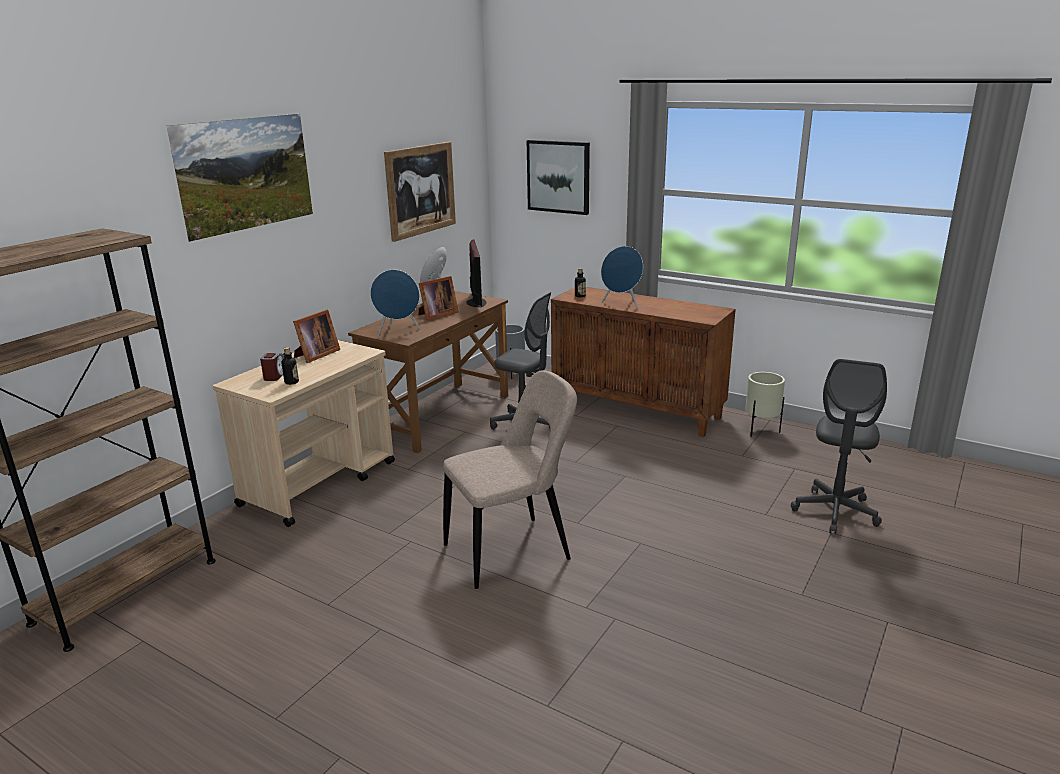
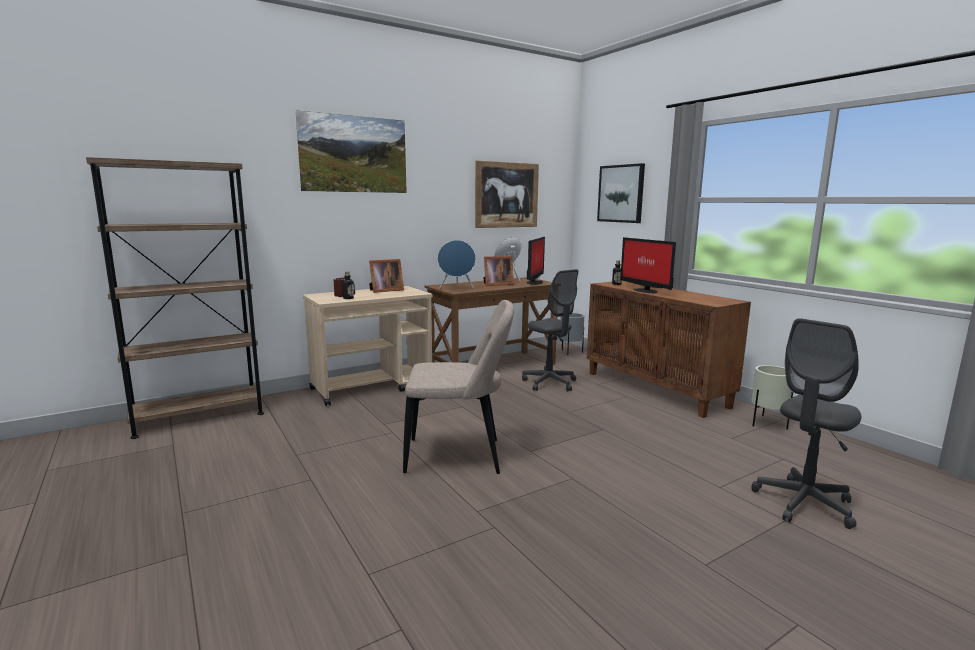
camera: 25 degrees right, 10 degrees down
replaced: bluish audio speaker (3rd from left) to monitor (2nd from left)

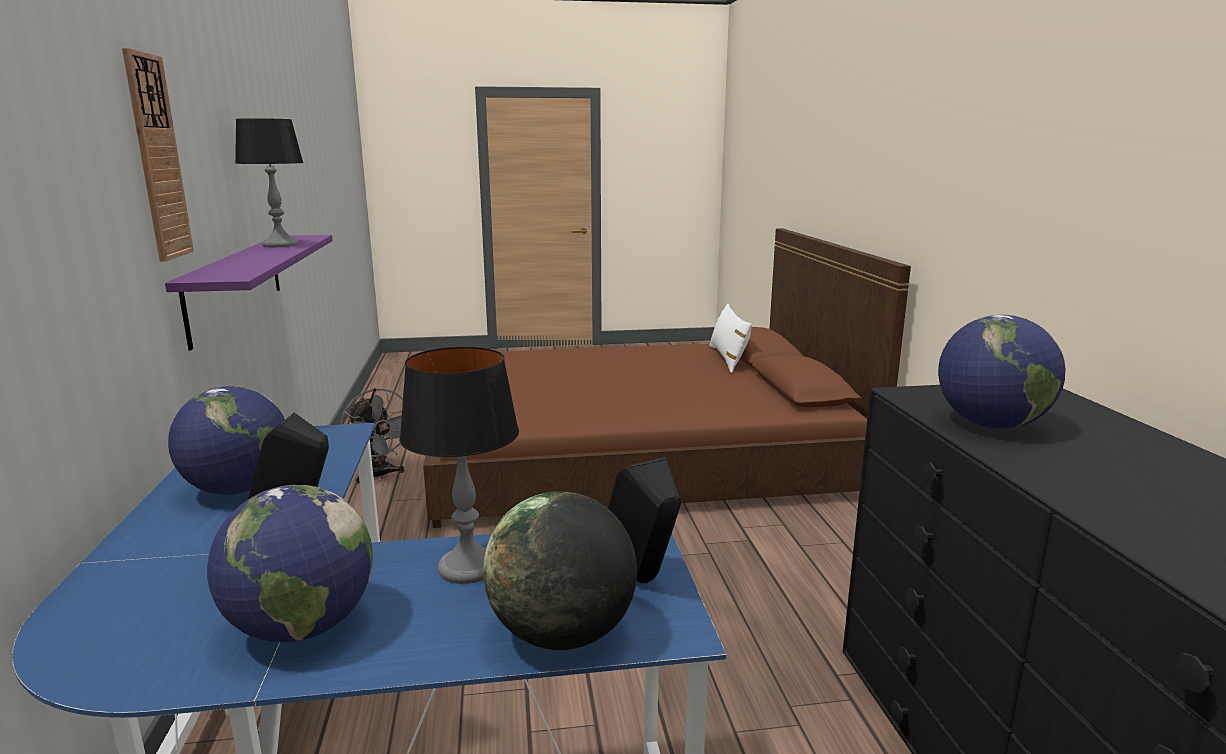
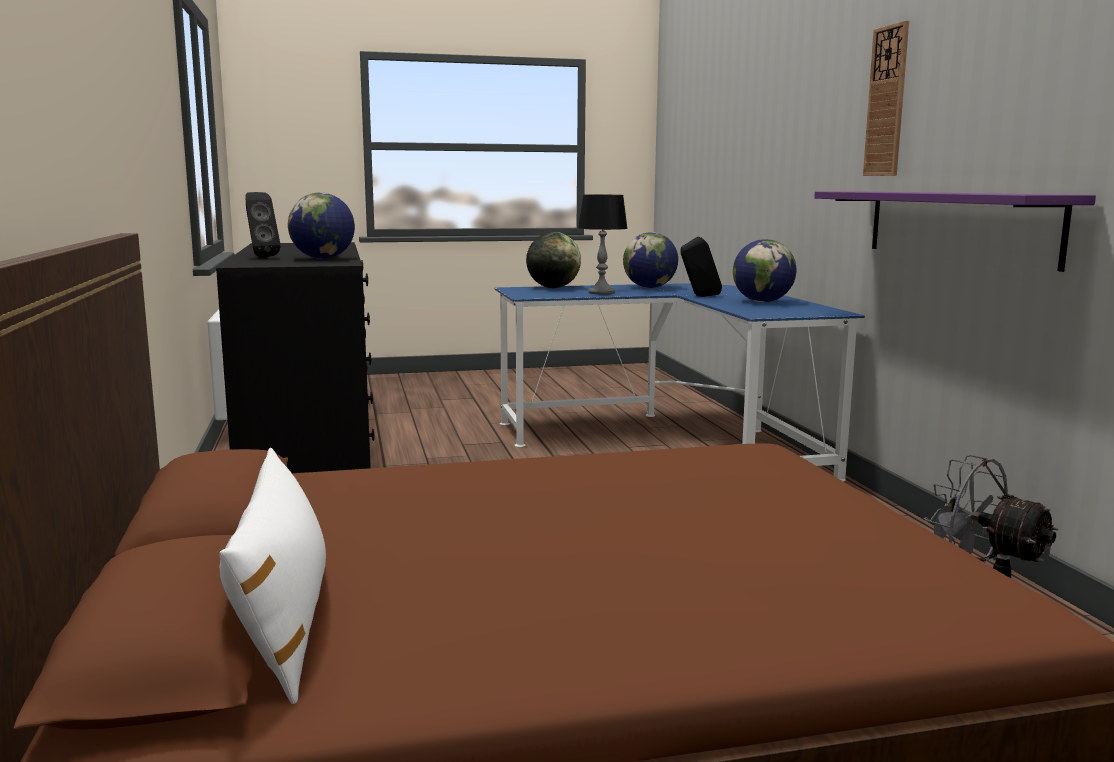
camera: 175 degrees right, 5 degrees down
removed: tabletop lamp (1st from left)
moved: black audio speaker (2nd from left in the first image) to black audio speaker (1st from left)

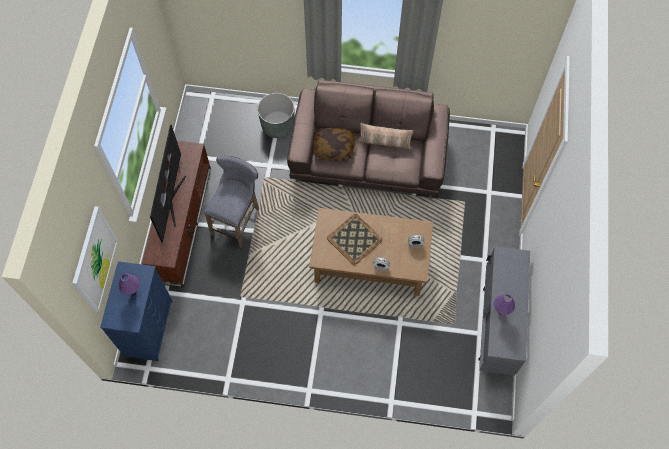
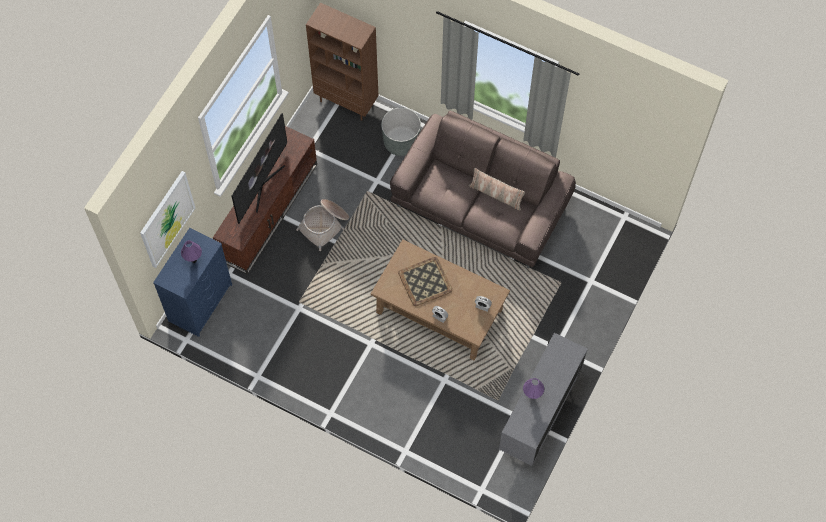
camera: 20 degrees right, 0 degrees up
removed: cushion (1st from left)
added: brownish bookcase
replaced: greyish stool seat to storage basket

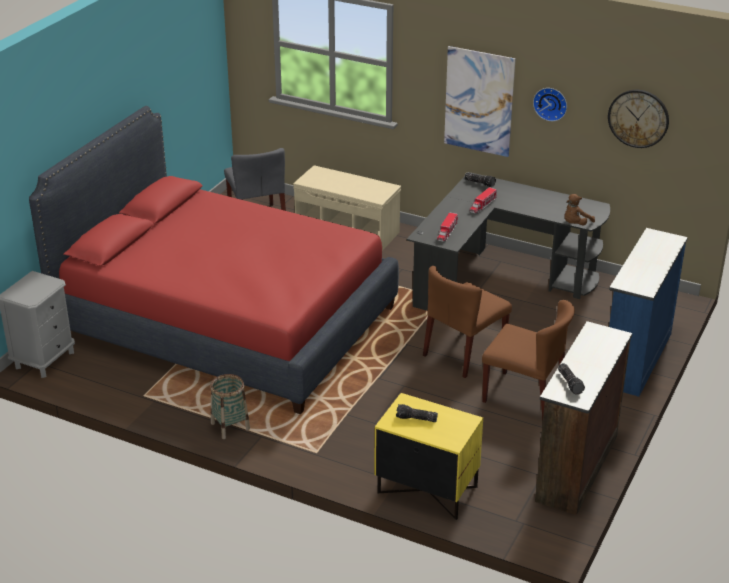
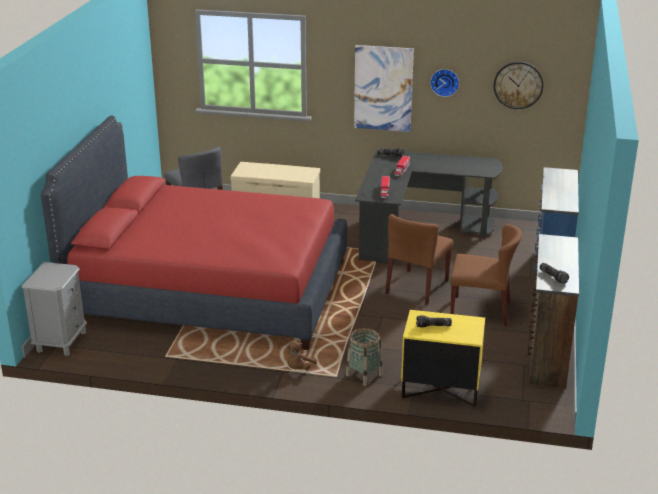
camera: 15 degrees left, 5 degrees down
moved: brownish soft toy; storage basket

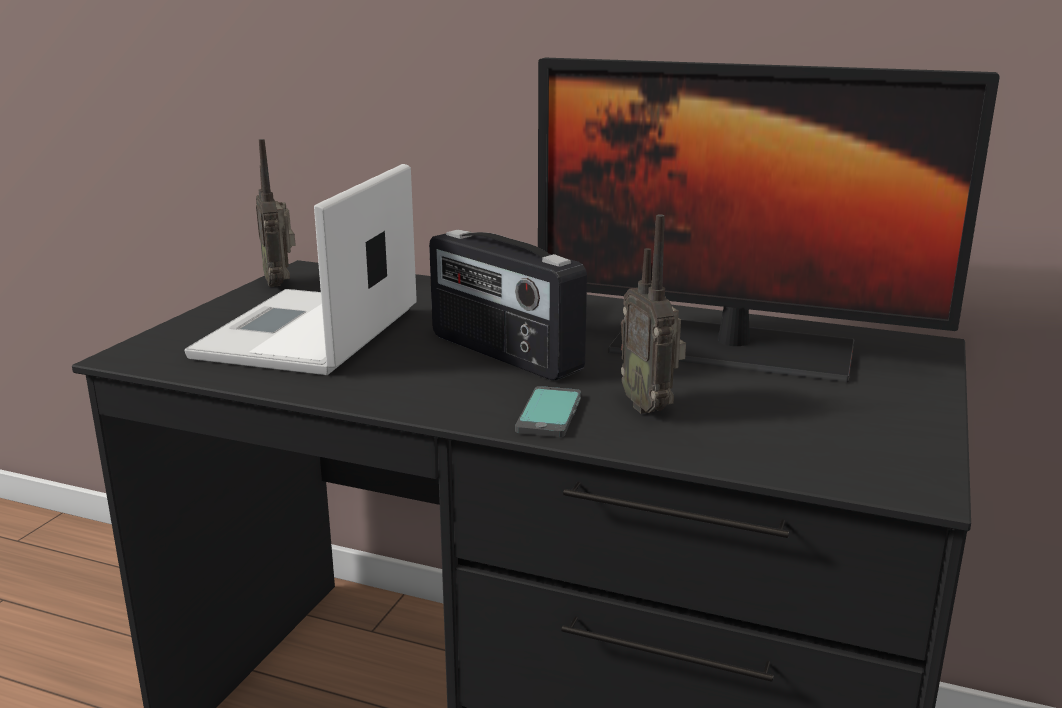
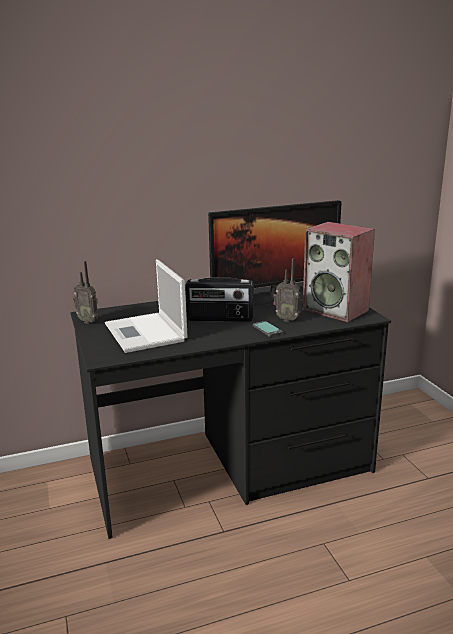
camera: 40 degrees left, 0 degrees up
added: audio speaker

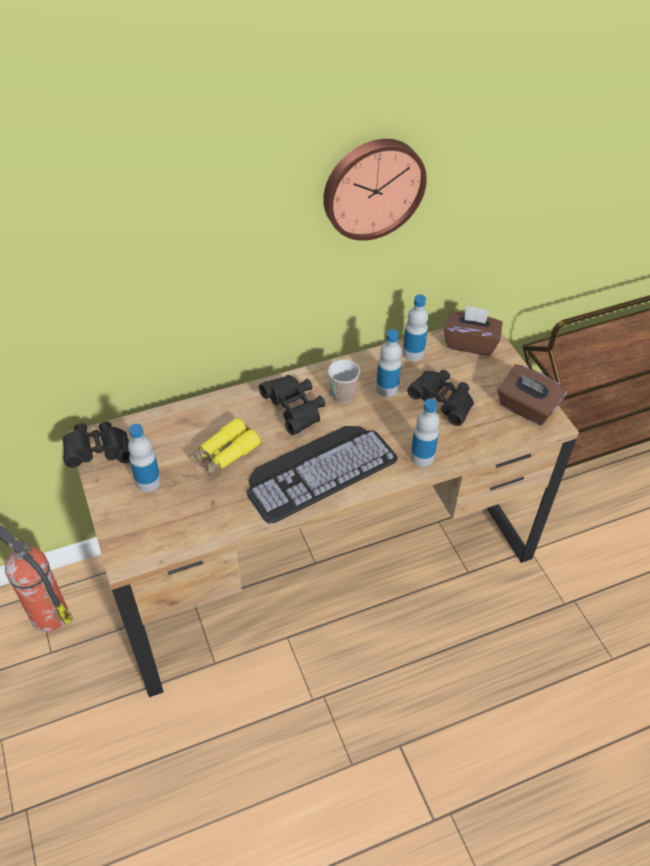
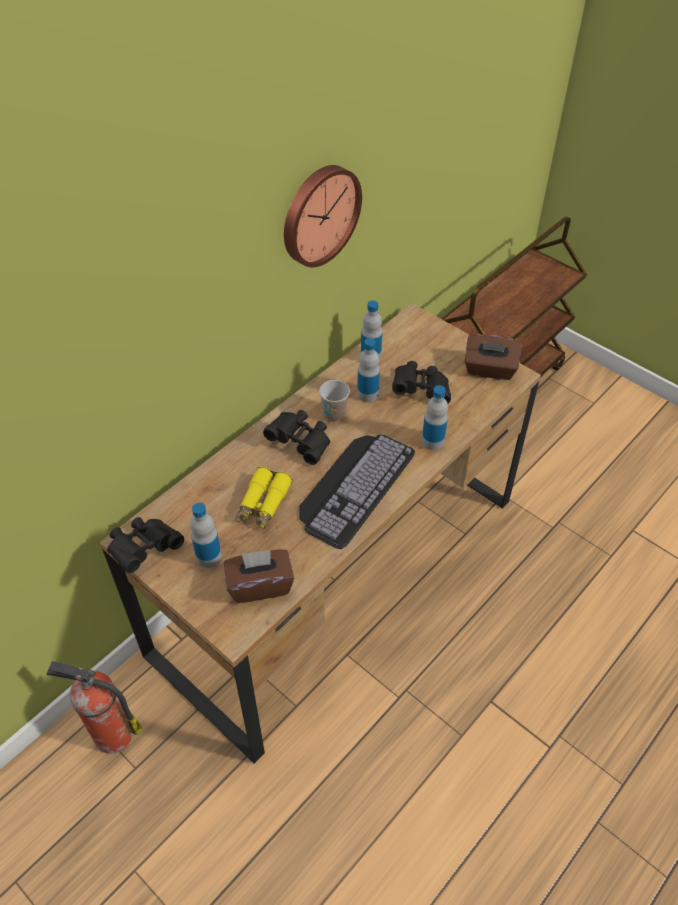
camera: 25 degrees left, 0 degrees up
moved: brownish box of tissues (1st from left)

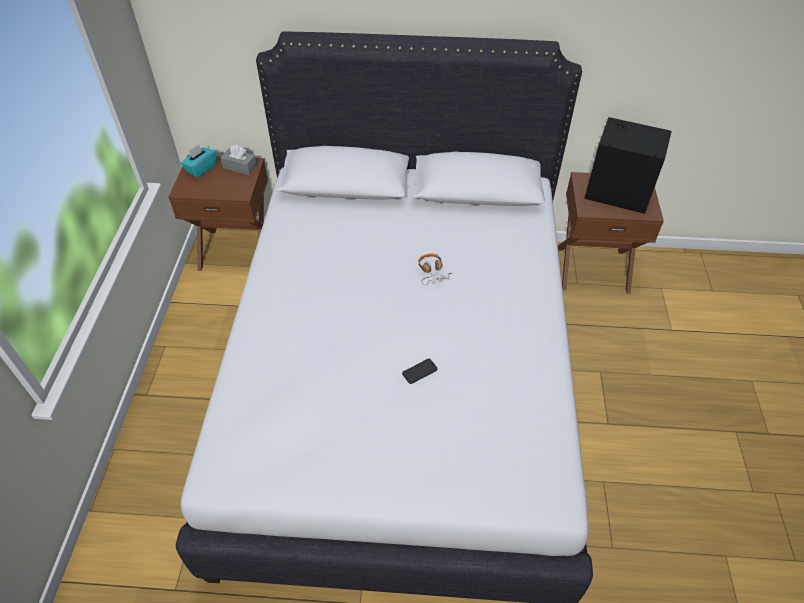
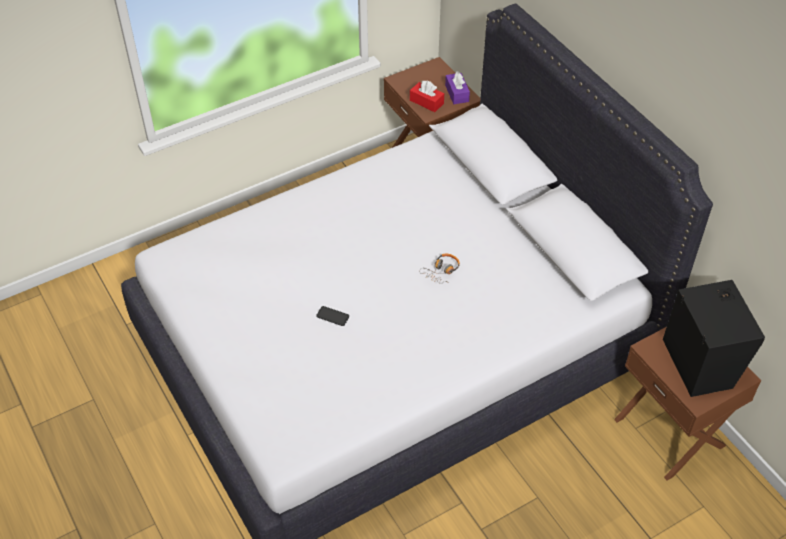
camera: 55 degrees right, 0 degrees up
removed: turquoise box of tissues
added: red-coloured box of tissues
recoloured: greyish box of tissues to purple box of tissues

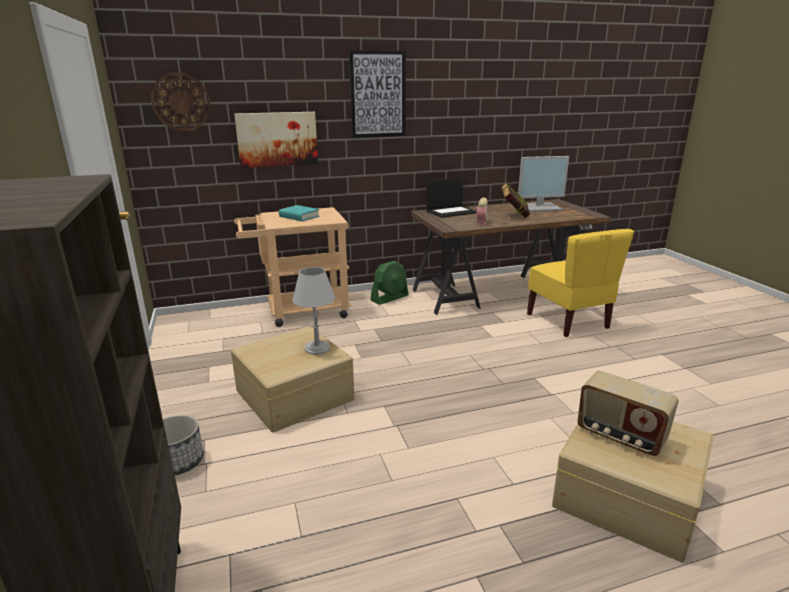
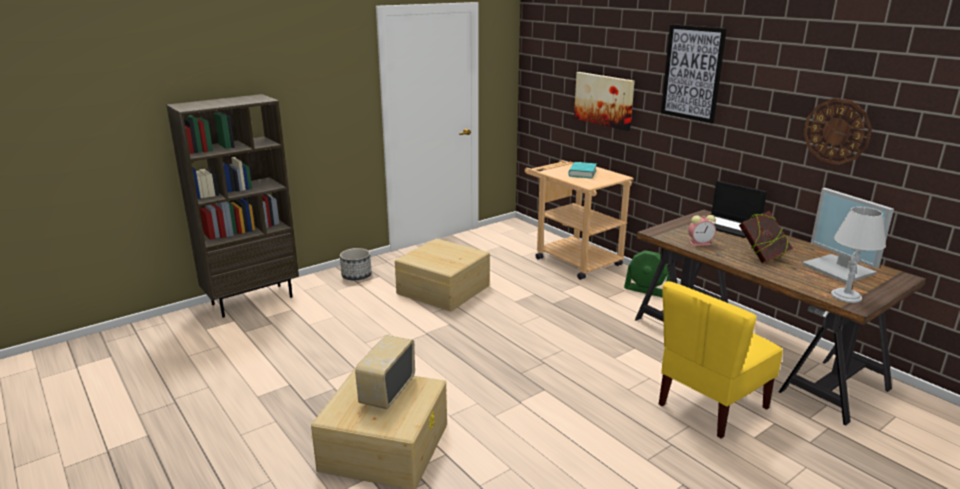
camera: 70 degrees right, 0 degrees up
moved: clock on the wall; greyish tabletop lamp

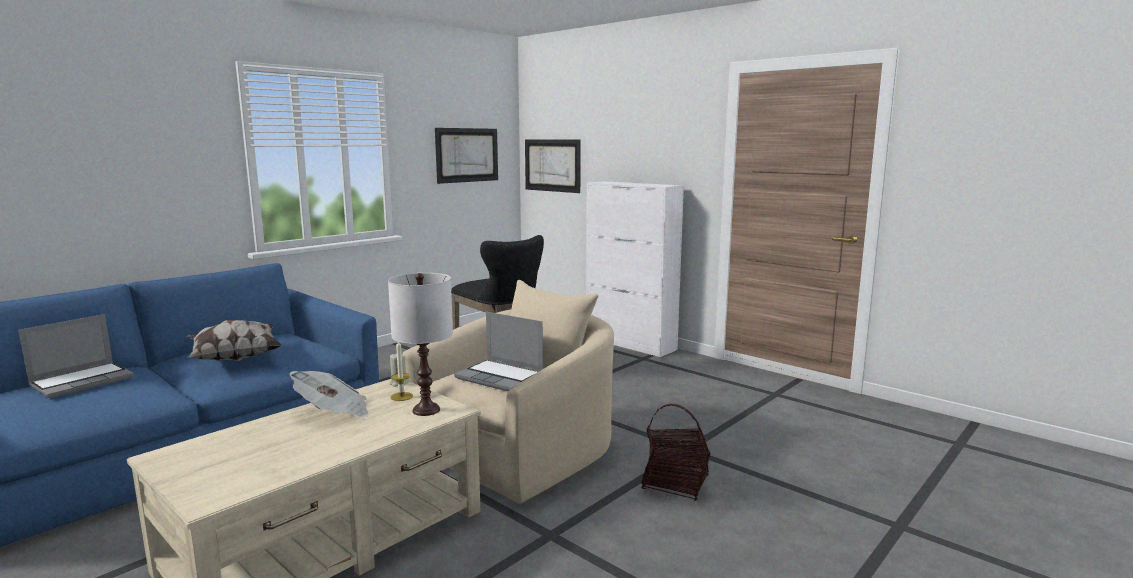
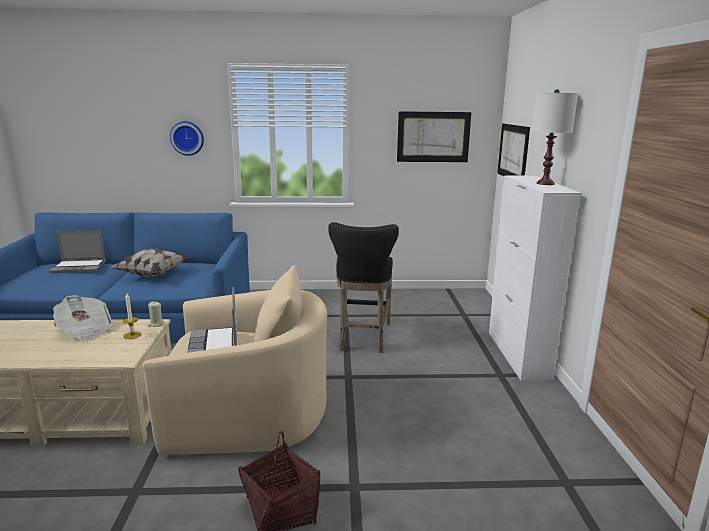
camera: 45 degrees right, 5 degrees up
added: clock on the wall
moved: white-coloured tabletop lamp

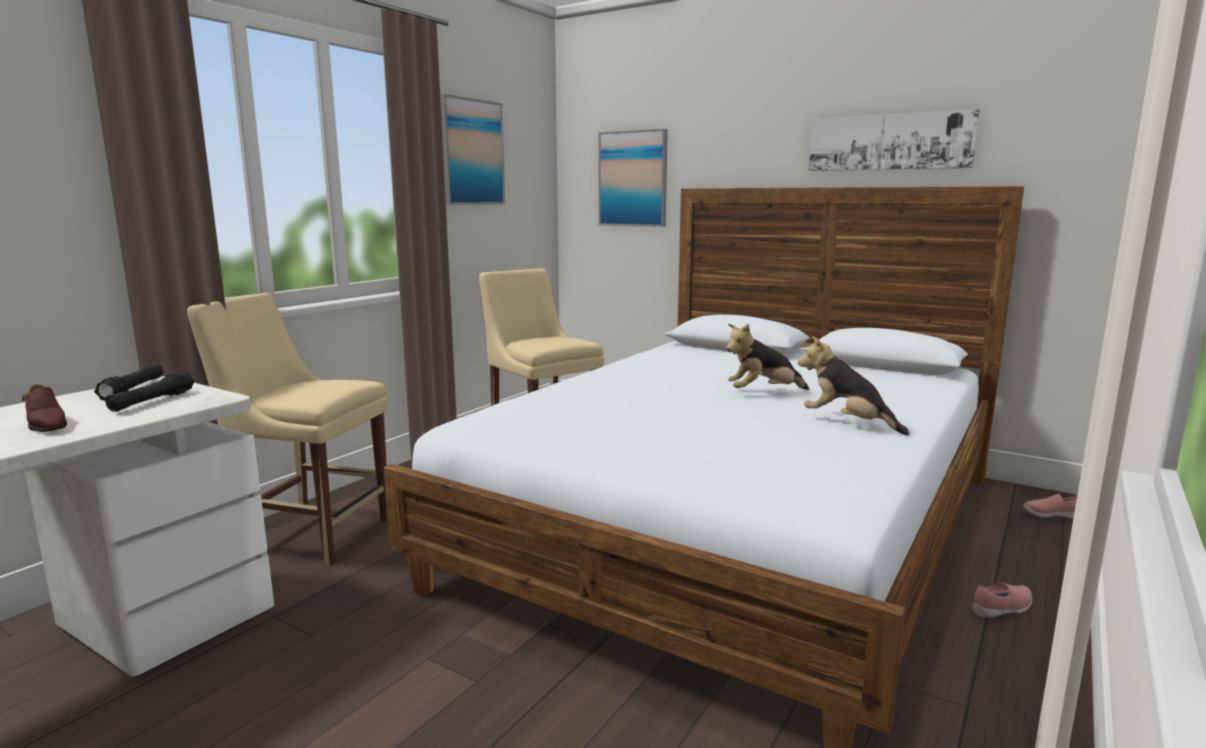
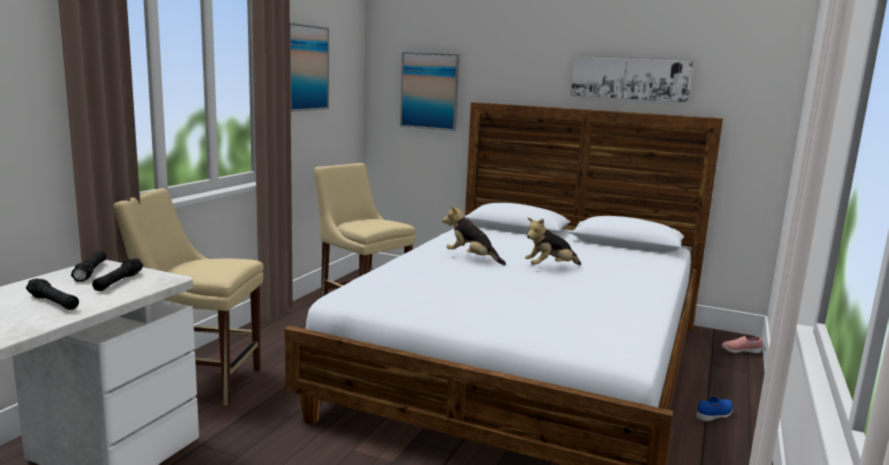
camera: 10 degrees left, 0 degrees up
moved: soft toy (2nd from left in the first image) to soft toy (1st from left)
replaced: brownish low shoe to black flashlight (1st from left)
recoloured: pink-coloured low shoe (1st from left) to bluish low shoe

